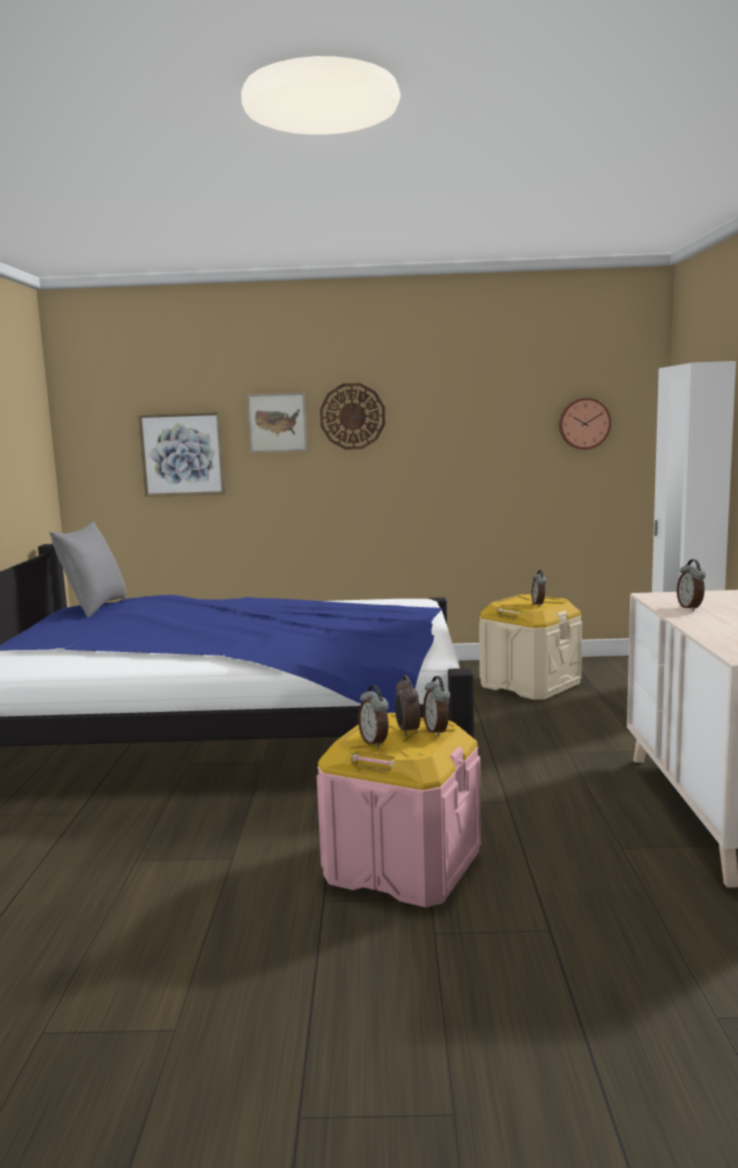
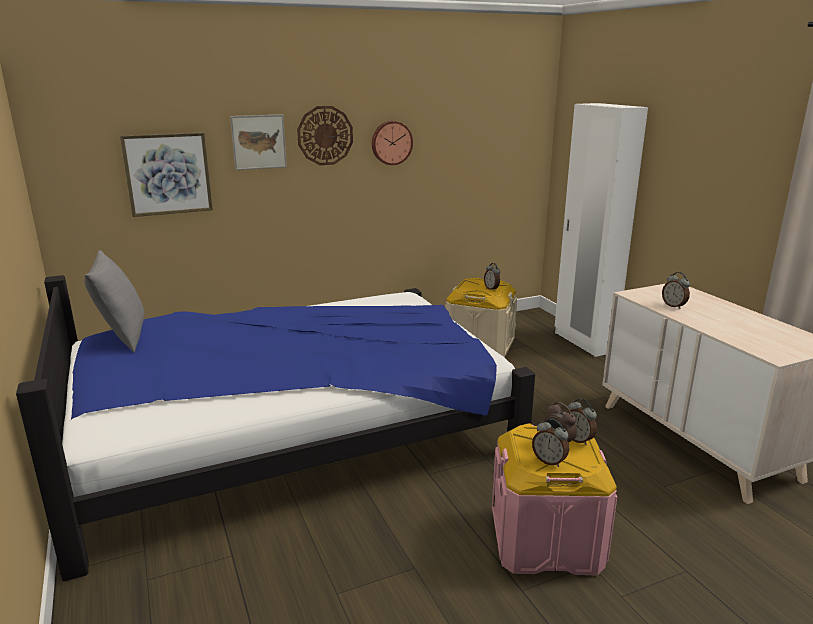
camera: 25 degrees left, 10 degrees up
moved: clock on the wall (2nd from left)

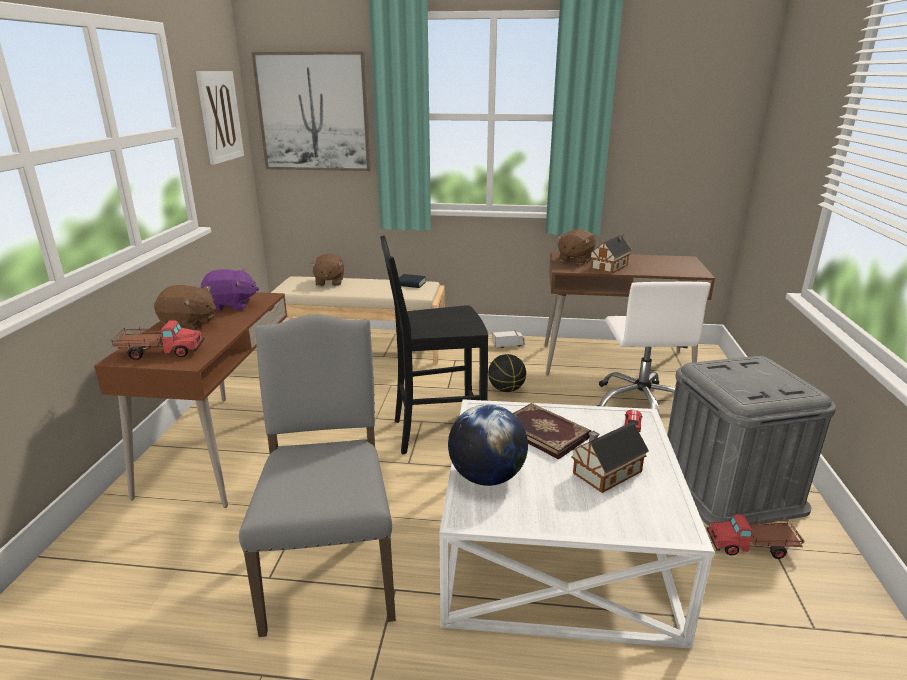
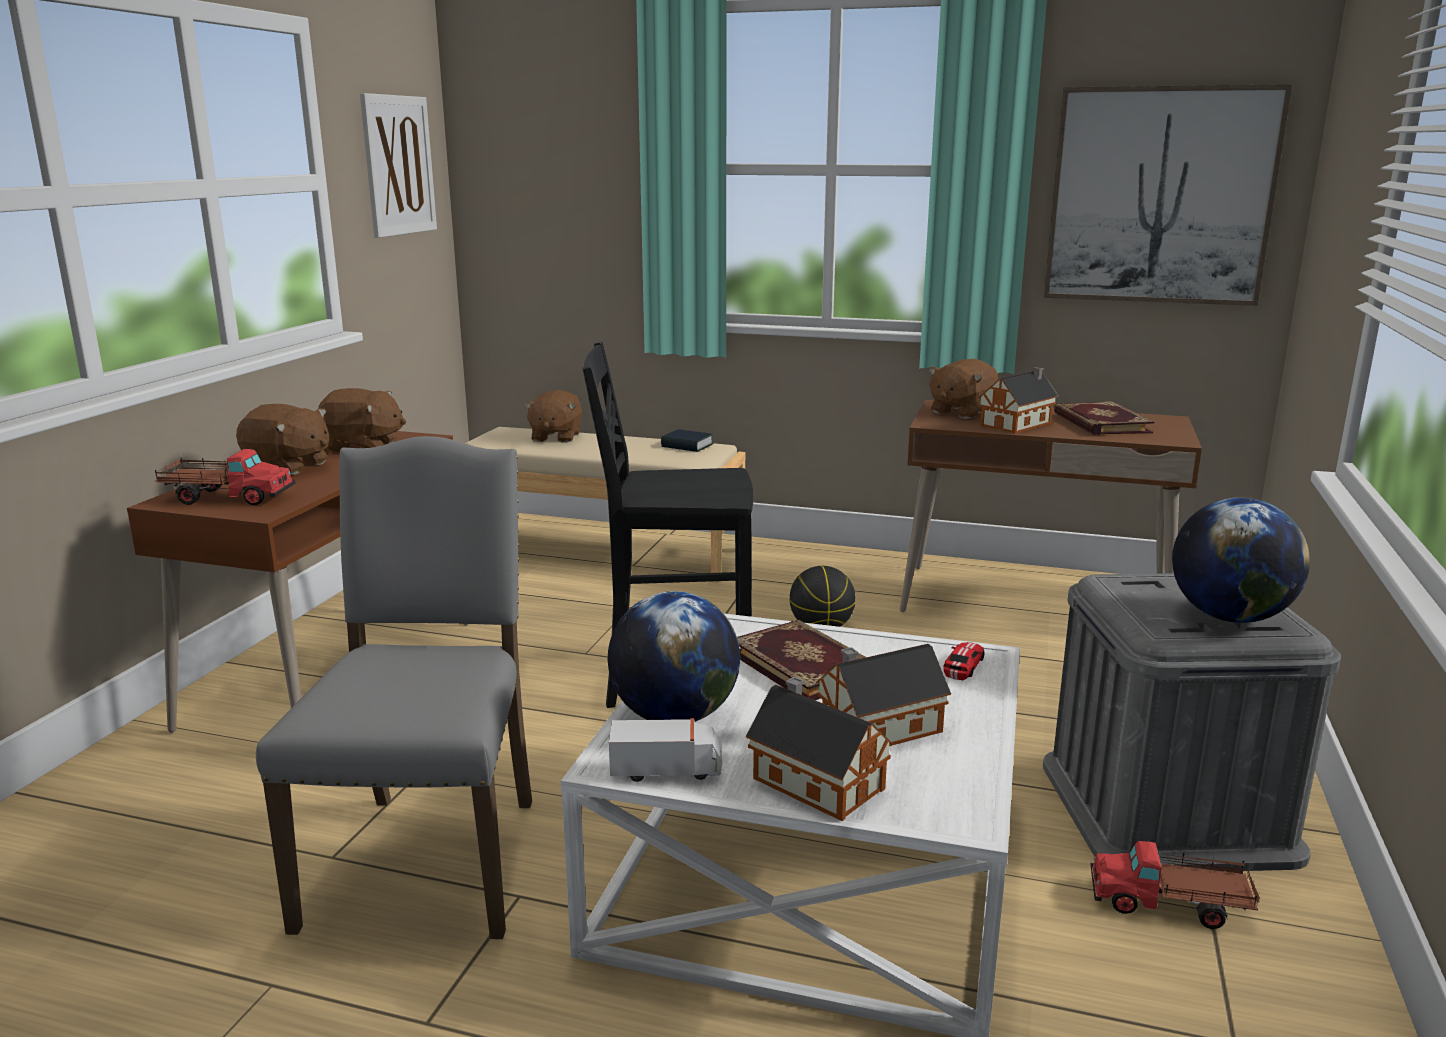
camera: 10 degrees right, 5 degrees down
removed: white-coloured desk chair
added: miniature house (1st from left); volume (3rd from left); desk globe (2nd from left)
moved: toy lorry (2nd from left); wall art (2nd from left)
recoloured: purple soft toy to brownish soft toy (2nd from left)

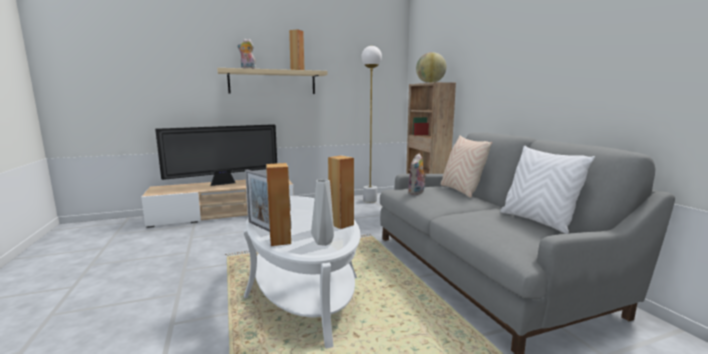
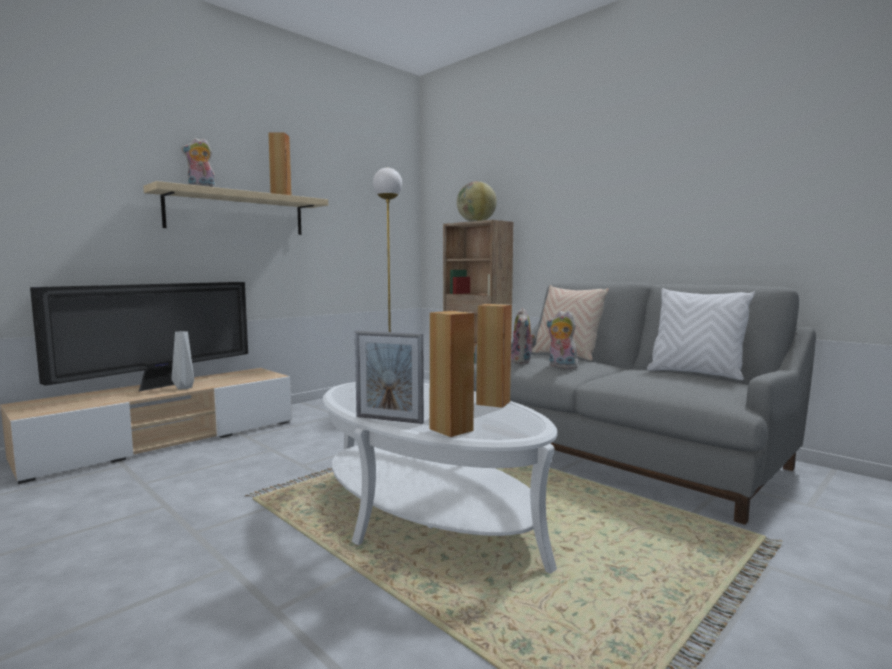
camera: 25 degrees left, 5 degrees down
added: soft toy (3rd from left)
moved: greyish flower vase

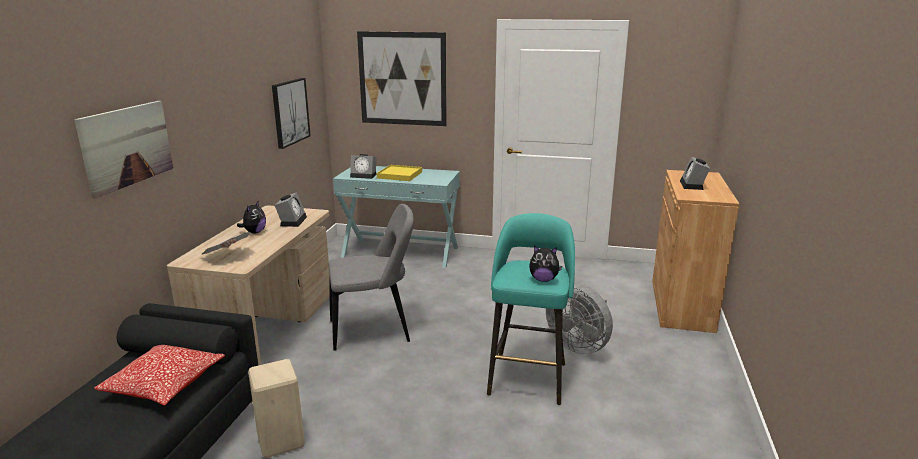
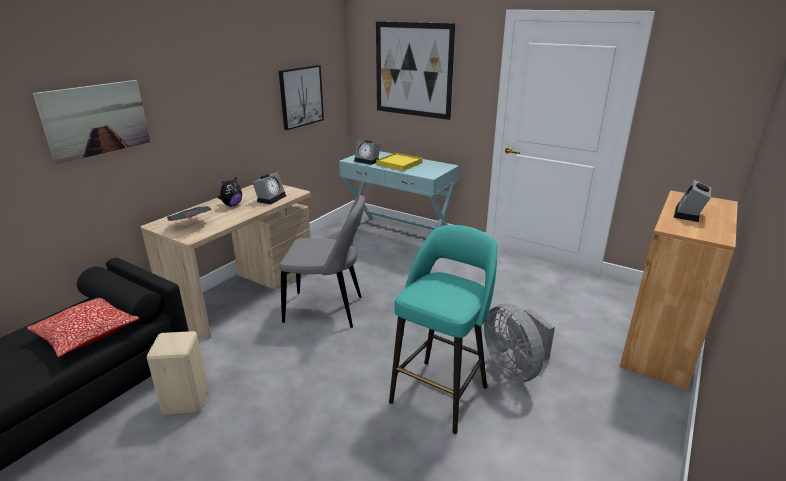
camera: 20 degrees right, 5 degrees up
removed: soft toy (2nd from left)

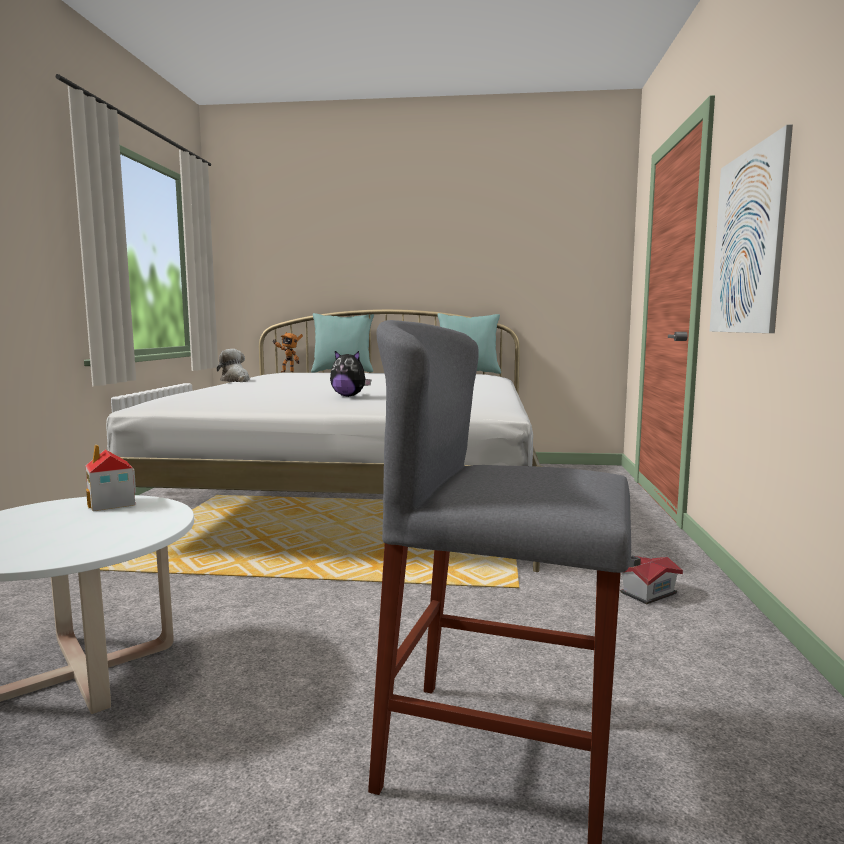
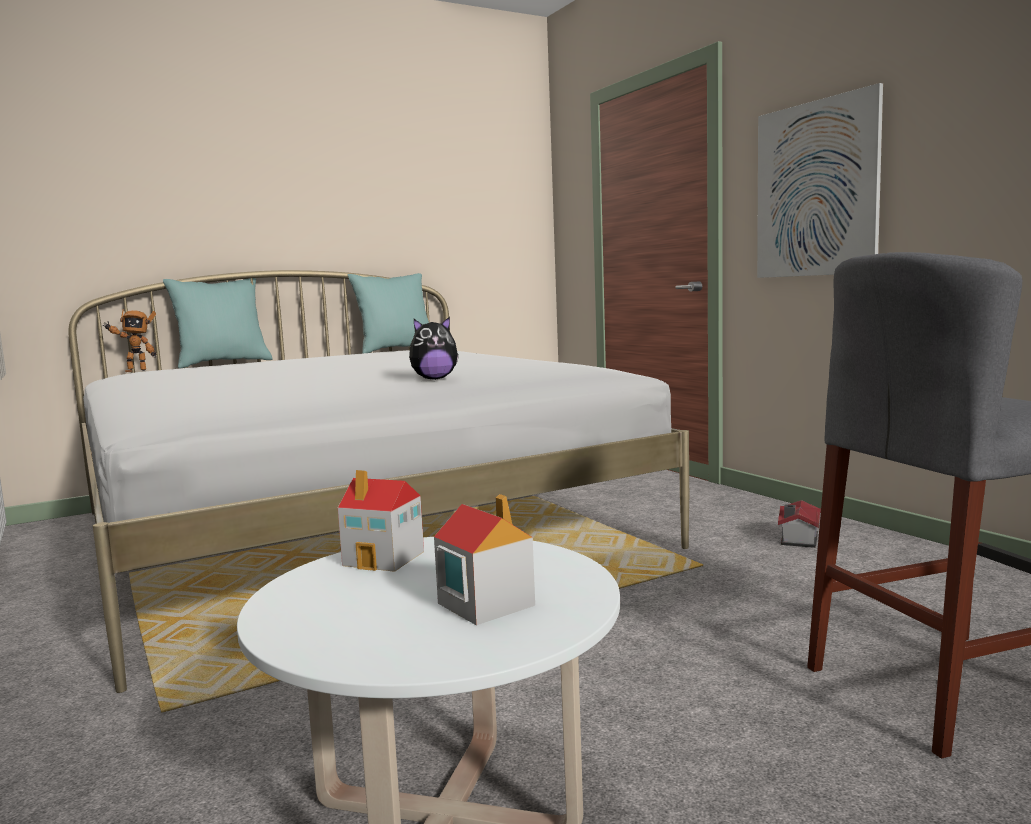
camera: 35 degrees left, 0 degrees up
removed: soft toy (1st from left)
added: miniature house (2nd from left)

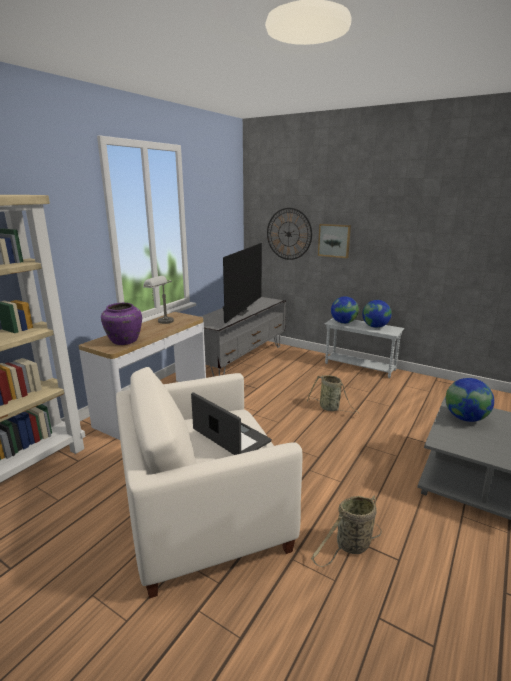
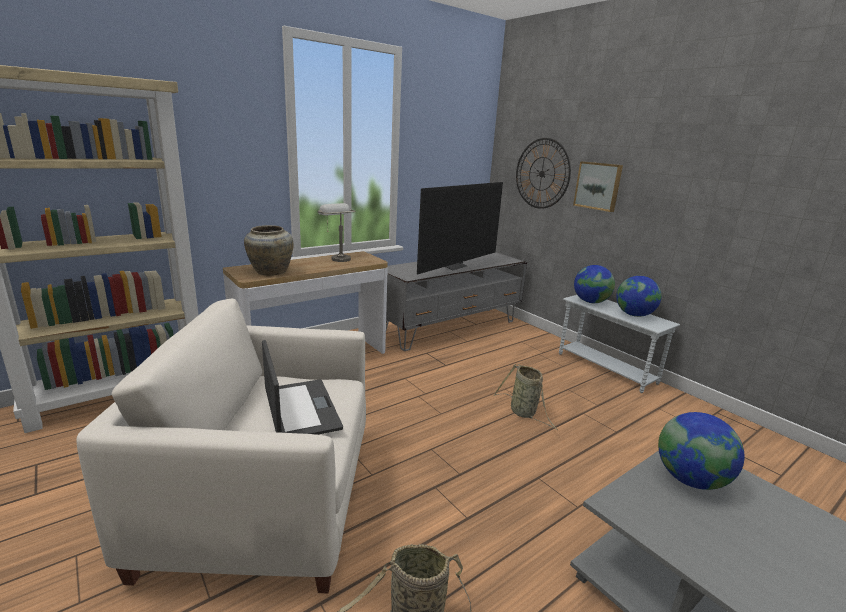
camera: 20 degrees right, 0 degrees up
recoloured: purple flower vase to beige-coloured flower vase

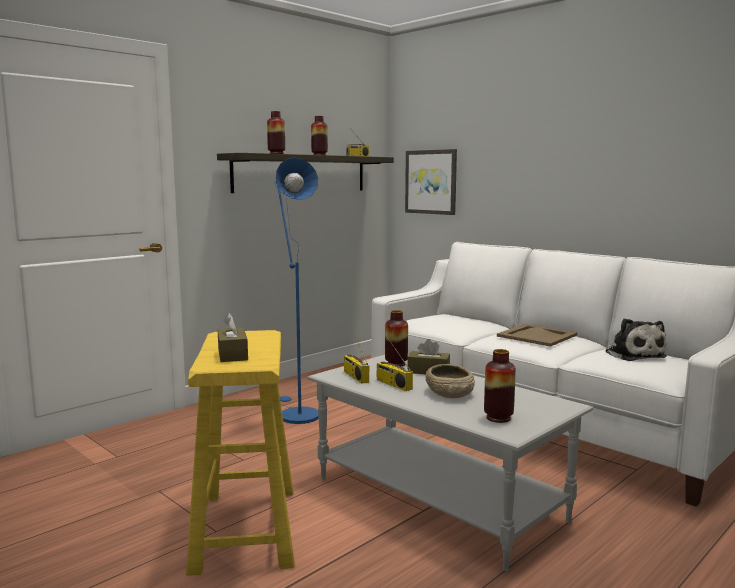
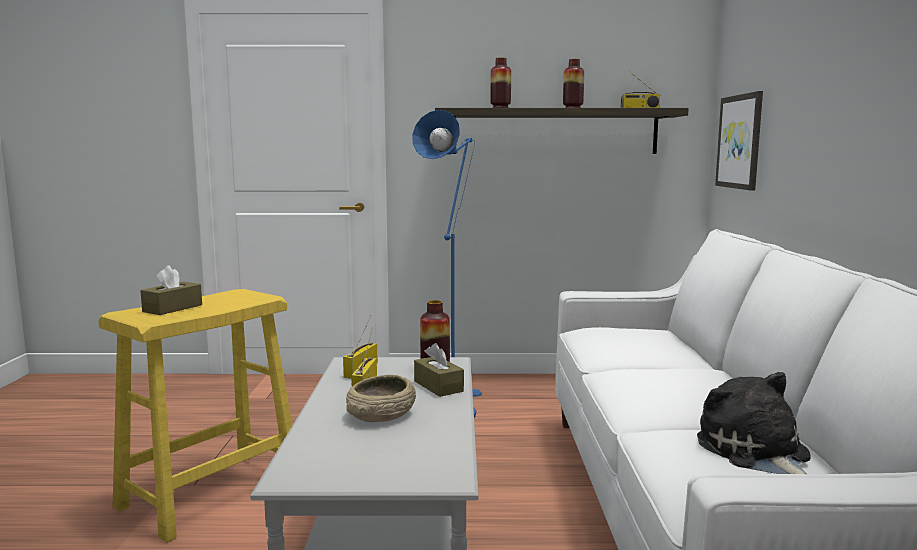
camera: 45 degrees right, 0 degrees up
removed: flower vase (4th from left); beige-coloured carrying tray
turned: soft toy 135 degrees clockwise

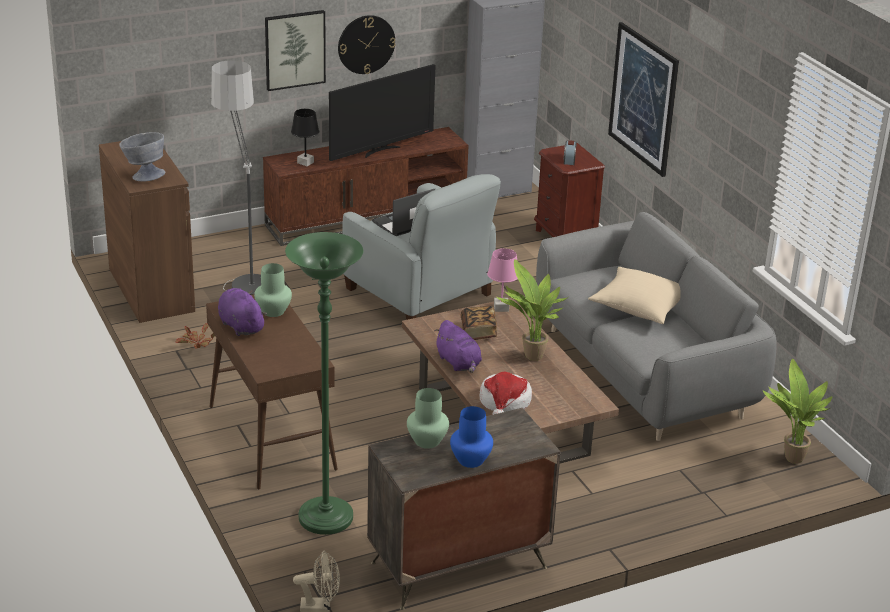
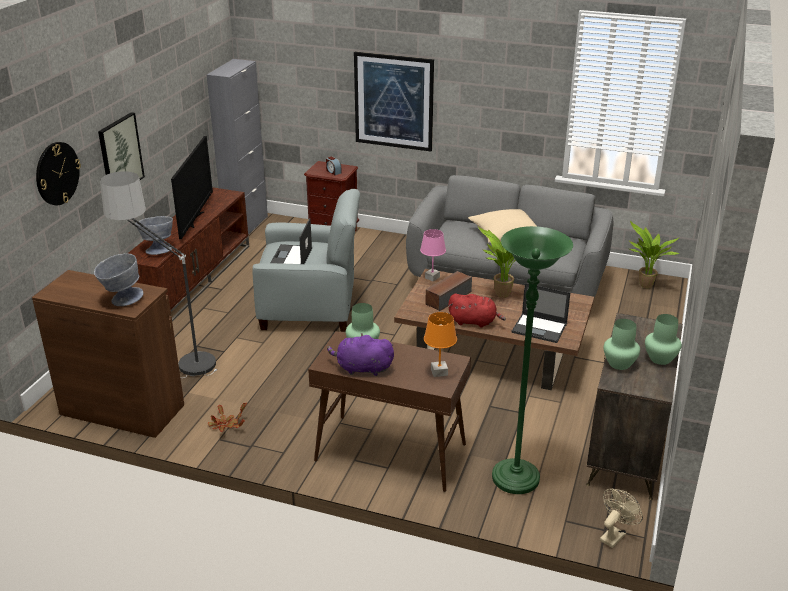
camera: 45 degrees left, 0 degrees up
added: orange tabletop lamp
moved: clock on the wall
replaced: black tabletop lamp to greyish bowl (2nd from left); volume to audio speaker; wearable hat to portable computer (2nd from left)
recoloured: purple soft toy (2nd from left) to red-coloured soft toy; bluish flower vase to greenish flower vase (3rd from left)

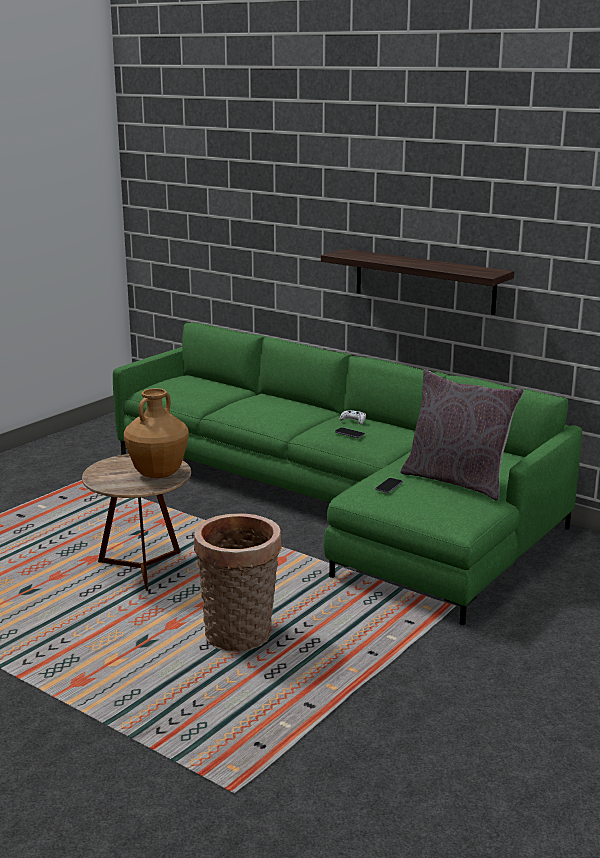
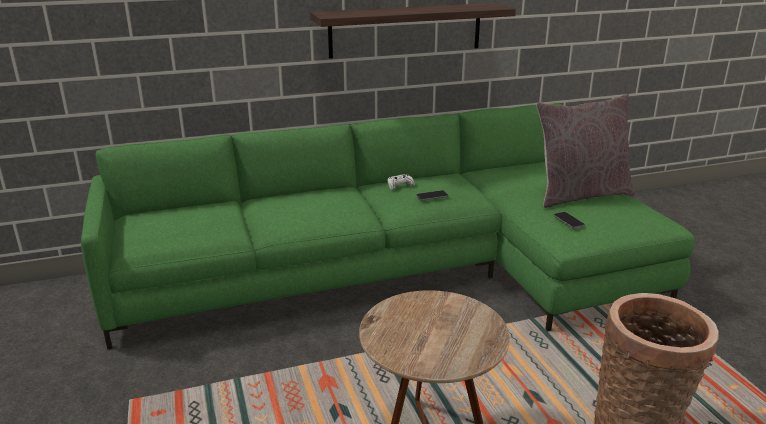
camera: 55 degrees left, 5 degrees up
removed: brownish flower vase

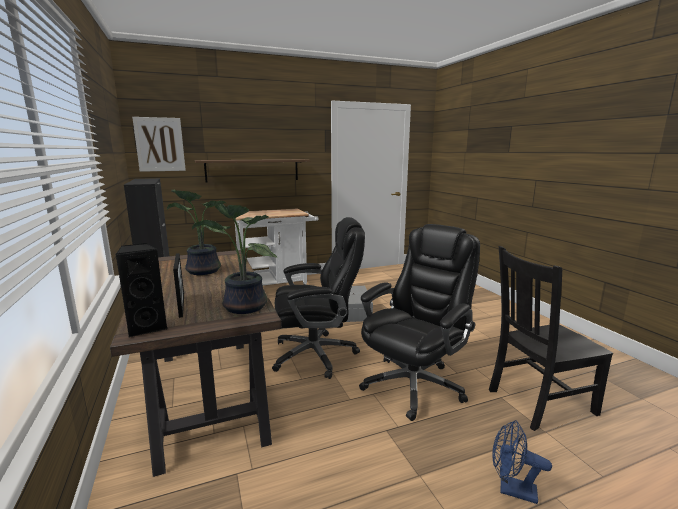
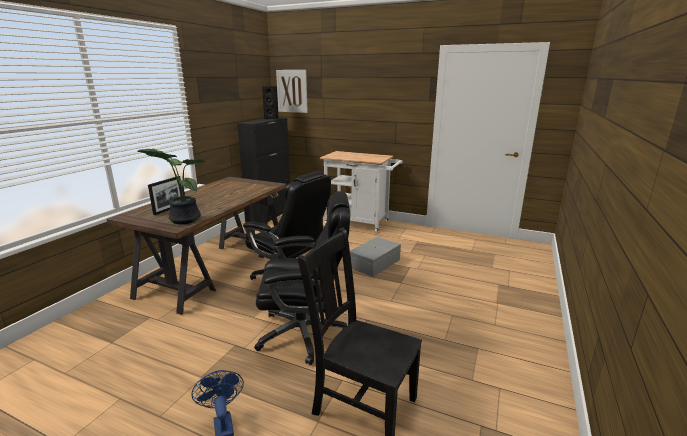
camera: 45 degrees right, 5 degrees up
removed: potted plant (1st from left); brownish wall shelf
moved: black audio speaker

